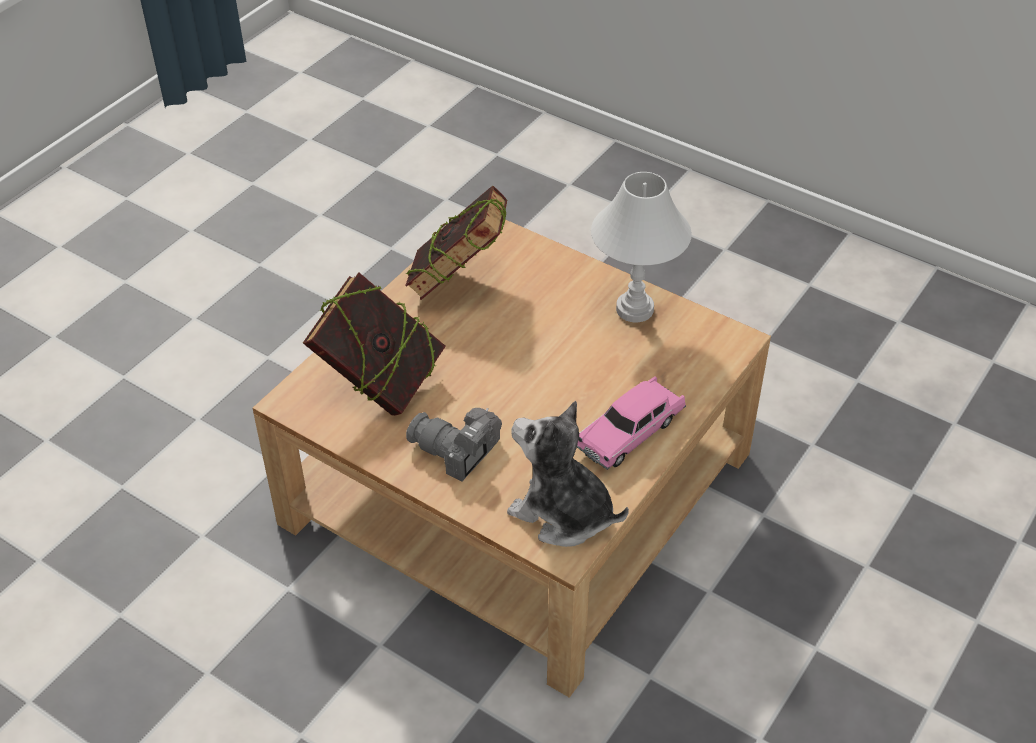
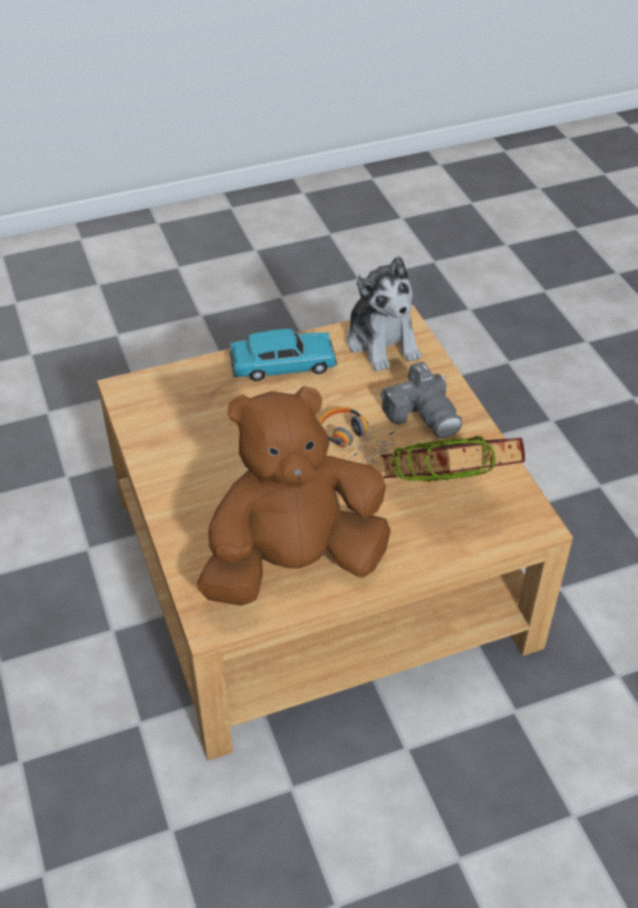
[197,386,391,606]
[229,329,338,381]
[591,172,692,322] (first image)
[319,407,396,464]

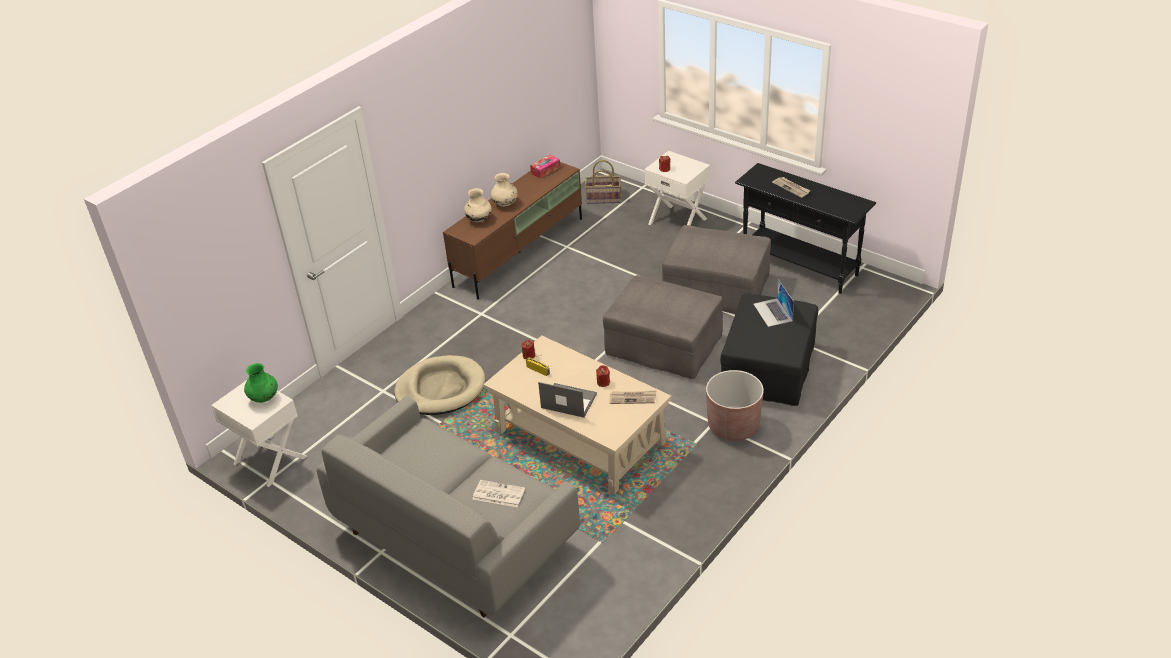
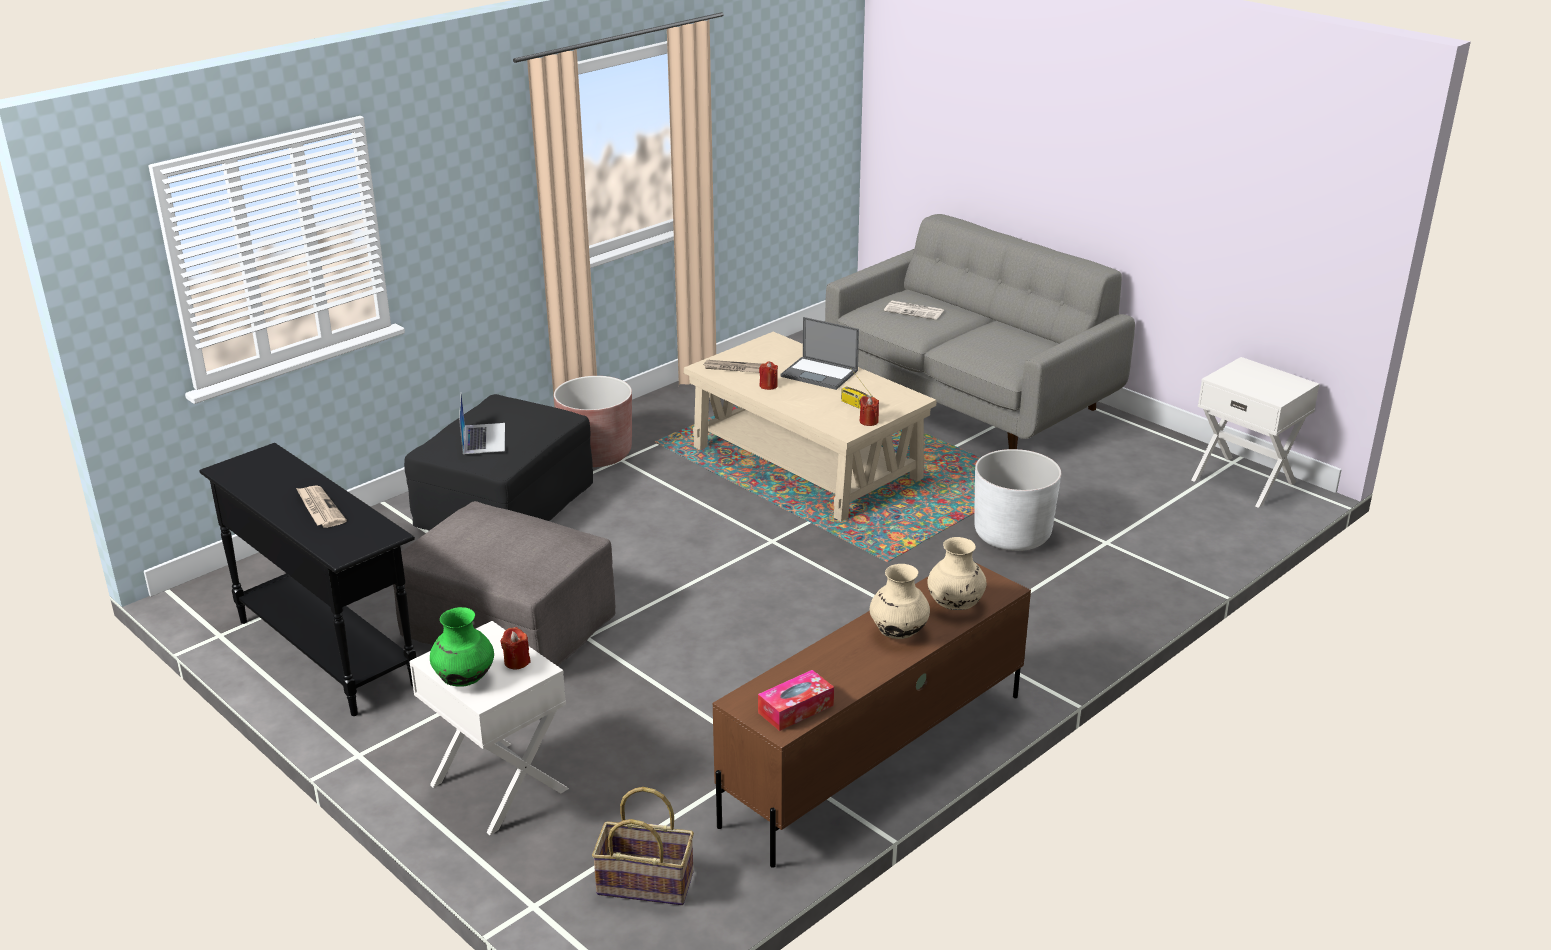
[430,607,494,687]
[974,449,1061,551]
[603,275,723,379] (first image)

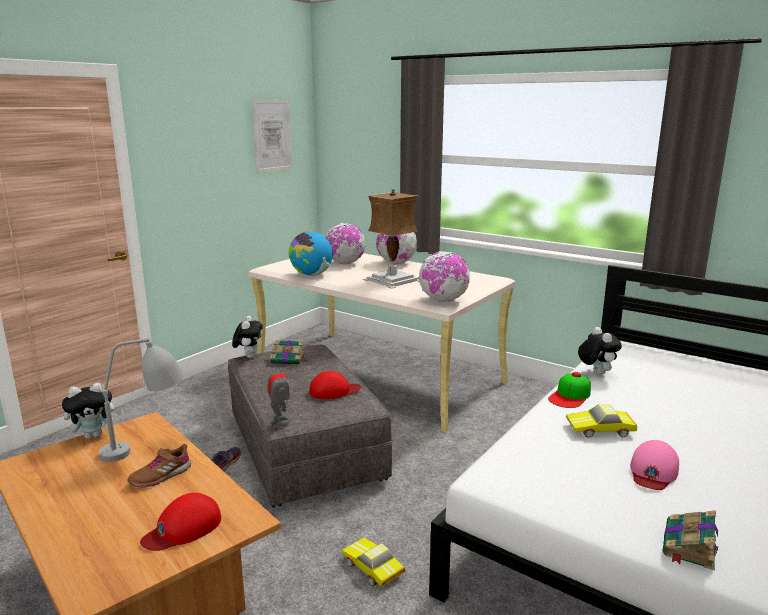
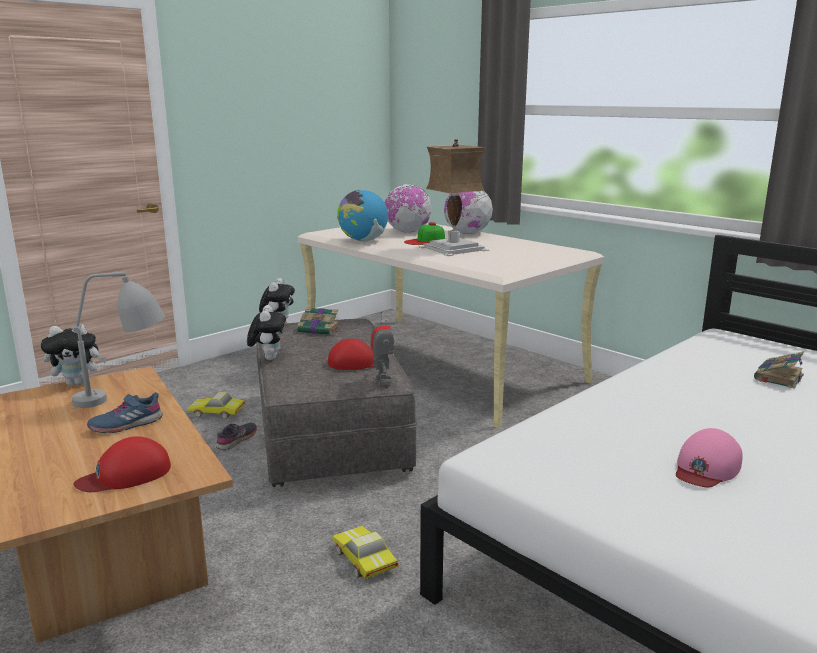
[87,392,163,433]
[251,99,292,173] (first image)
[370,312,395,386]
[419,251,470,302] (first image)
[404,222,445,245]
[187,392,245,419]
[247,305,286,360]
[754,351,804,389]

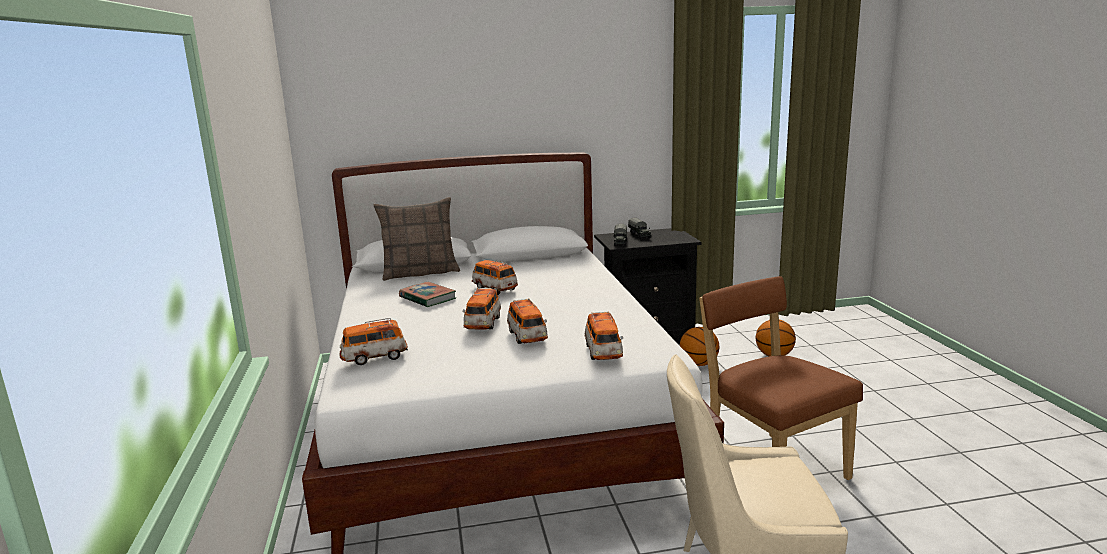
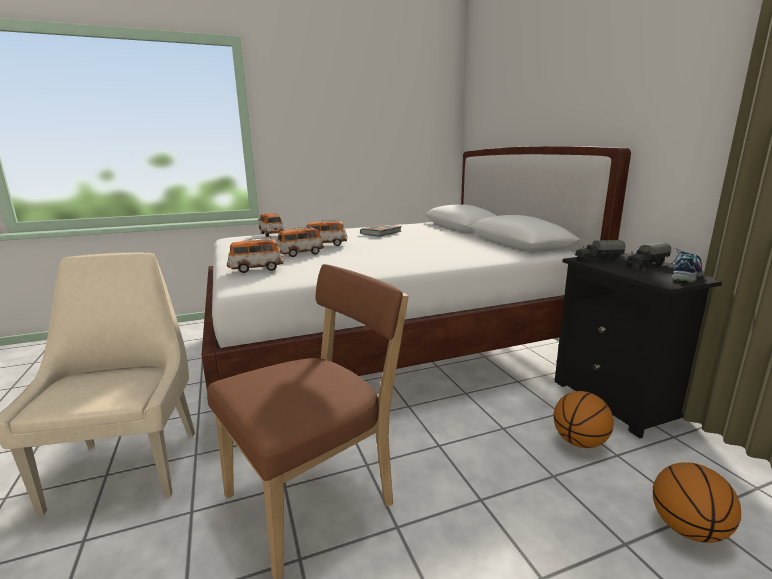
[374,197,460,281] (first image)
[472,260,518,295] (first image)
[671,248,703,283]

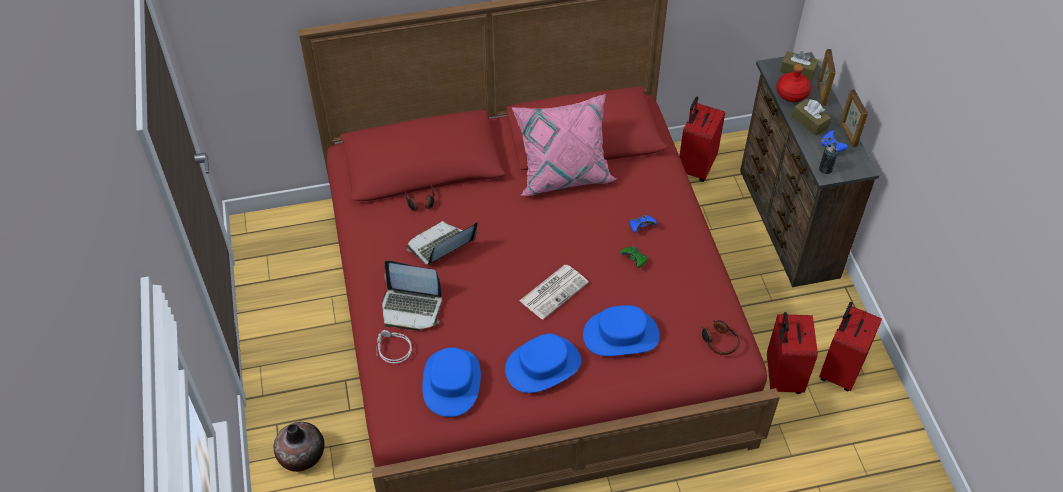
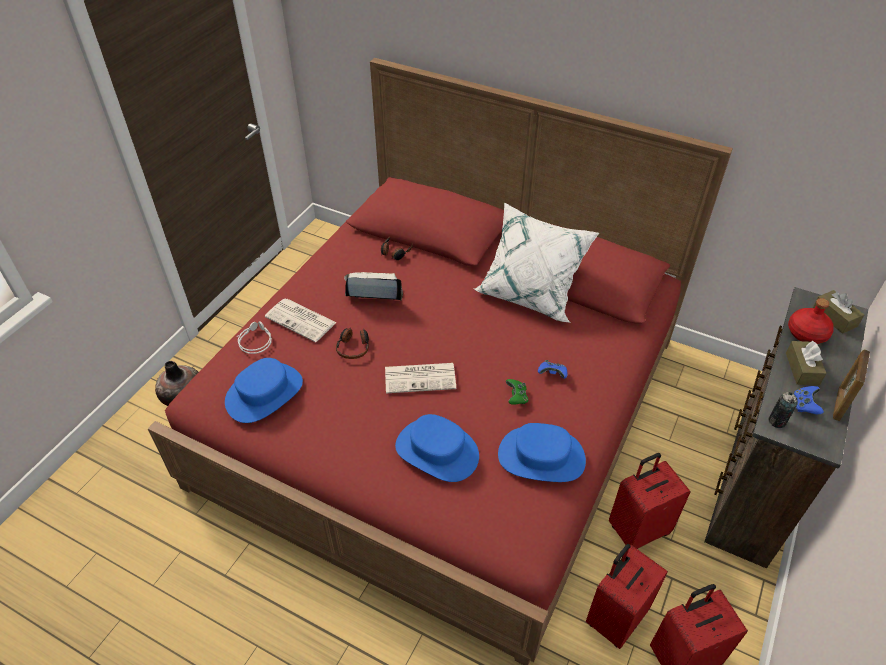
[265,299,337,342]
[498,423,586,482]
[473,202,599,323]
[609,453,691,549]
[336,328,369,359]
[817,49,836,106] (first image)

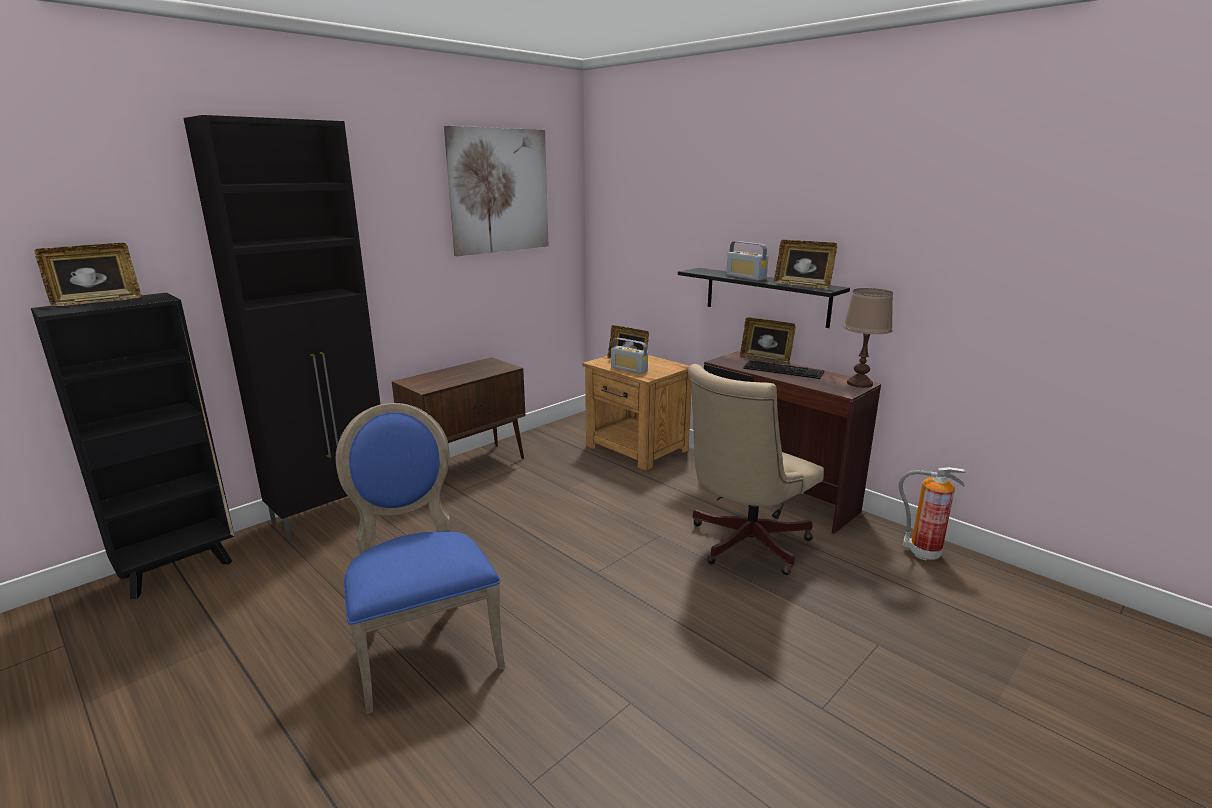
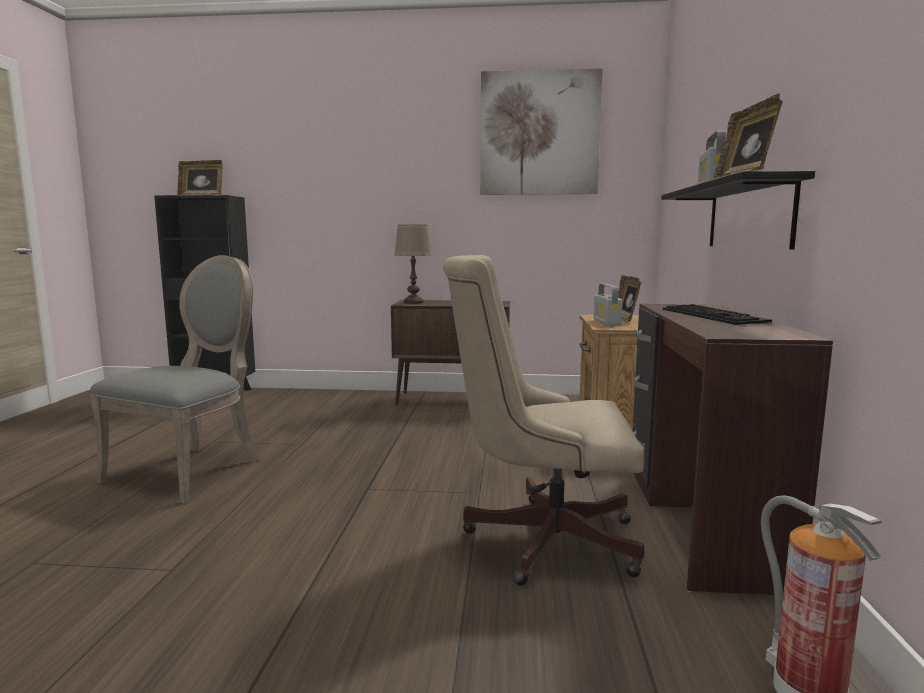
[183,115,381,539] (first image)
[90,255,260,504]
[740,317,796,364] (first image)
[394,224,432,303]

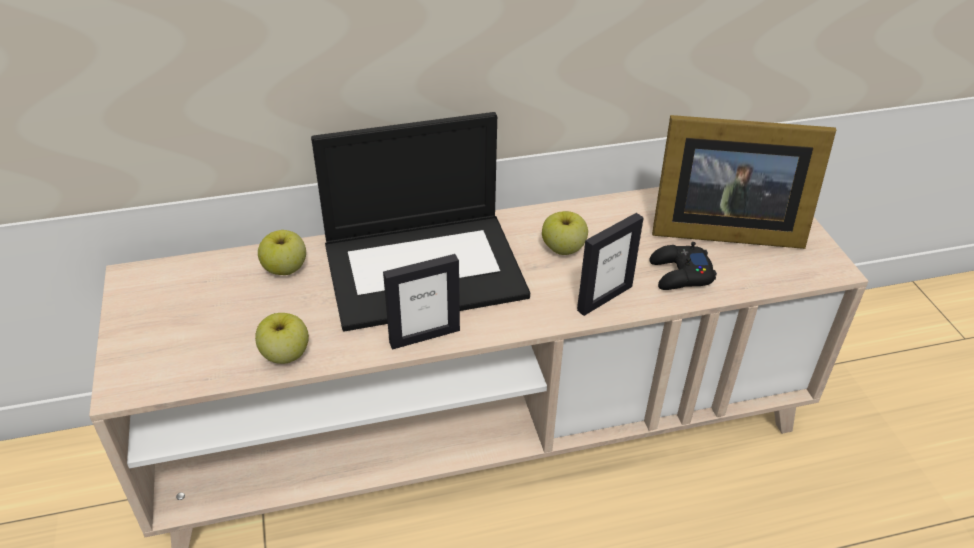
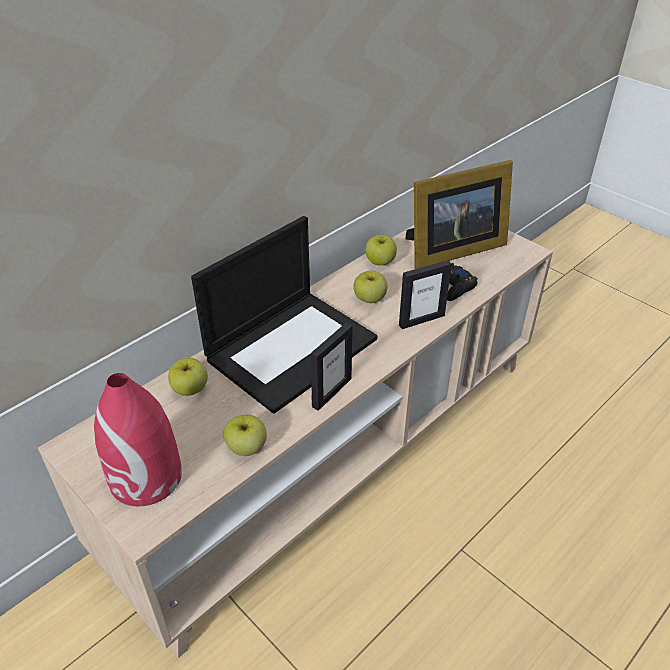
[399,260,452,329]
[94,373,182,506]
[365,235,397,266]

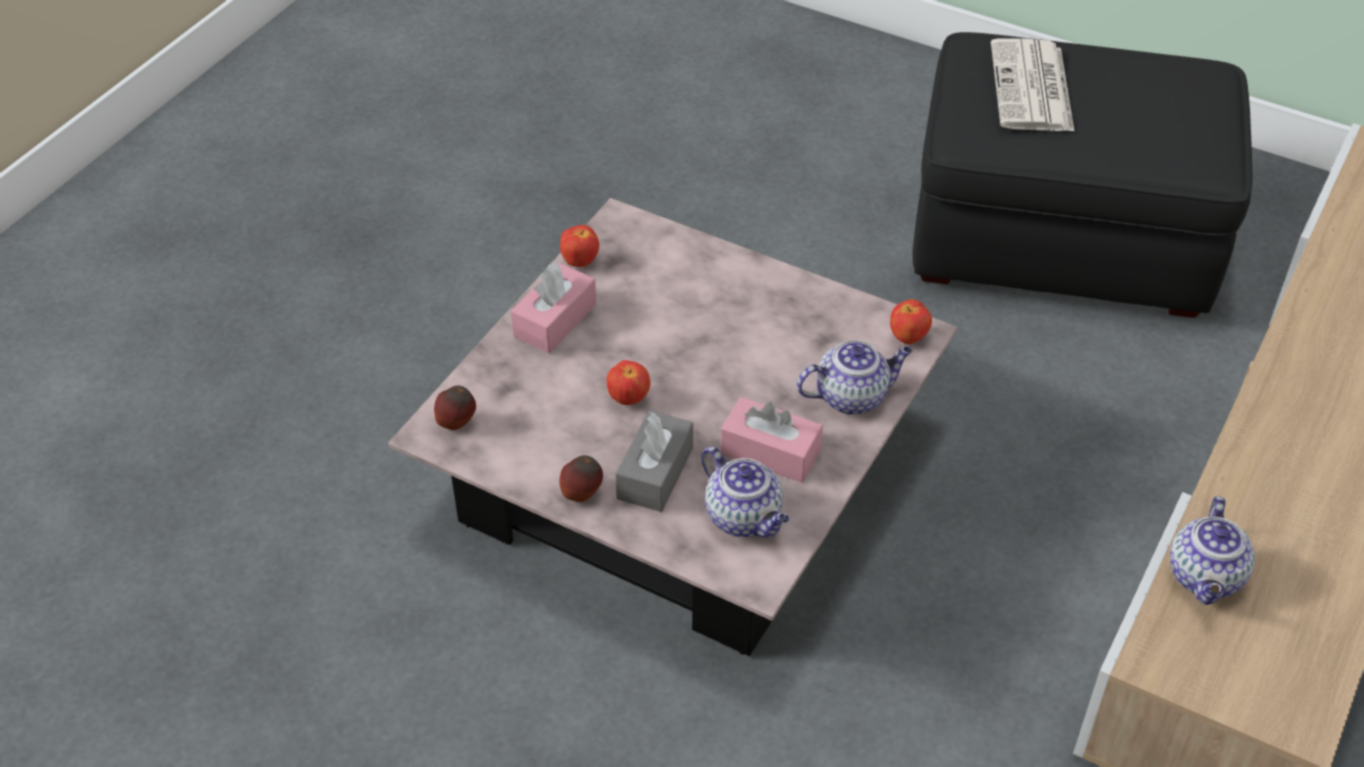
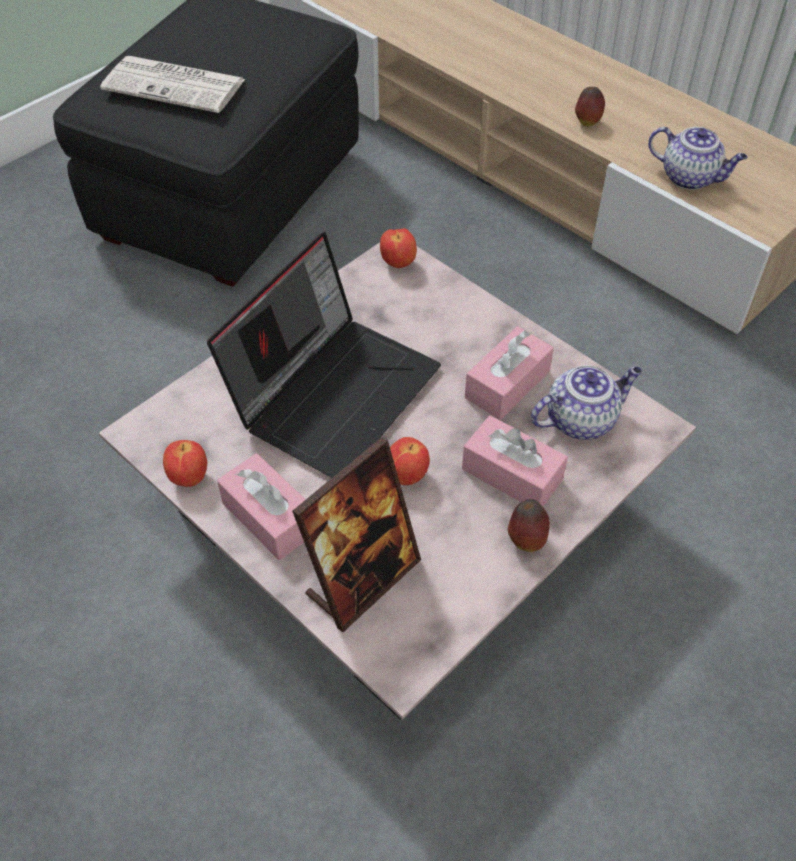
[575,87,605,126]
[462,415,568,506]
[796,340,913,415] (first image)
[207,232,441,478]
[292,437,421,632]

